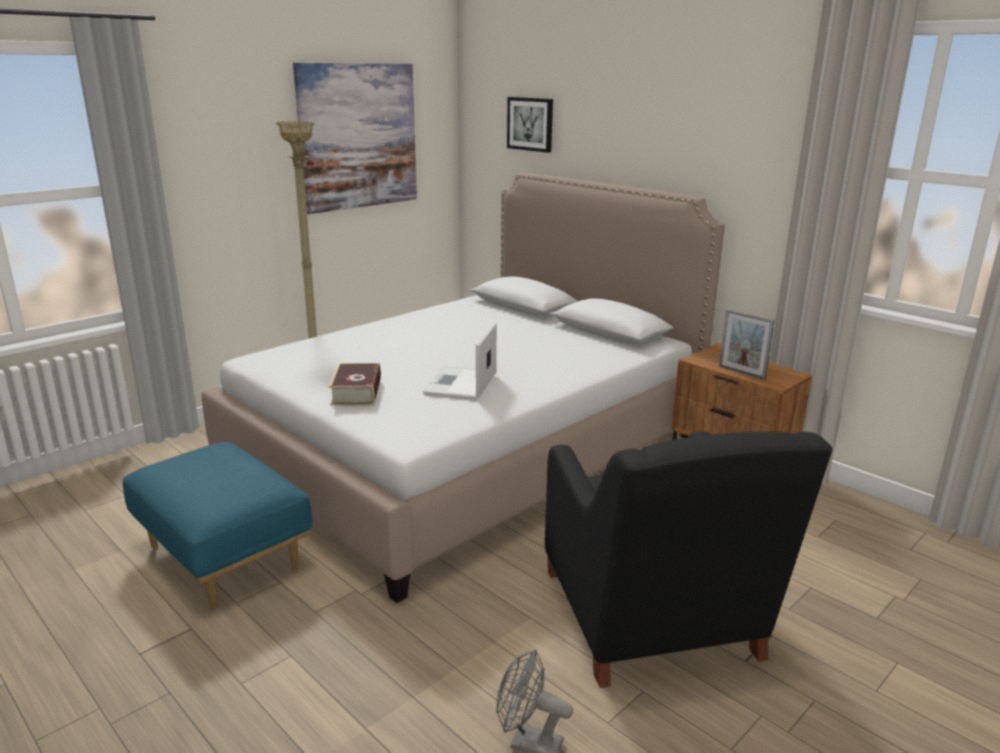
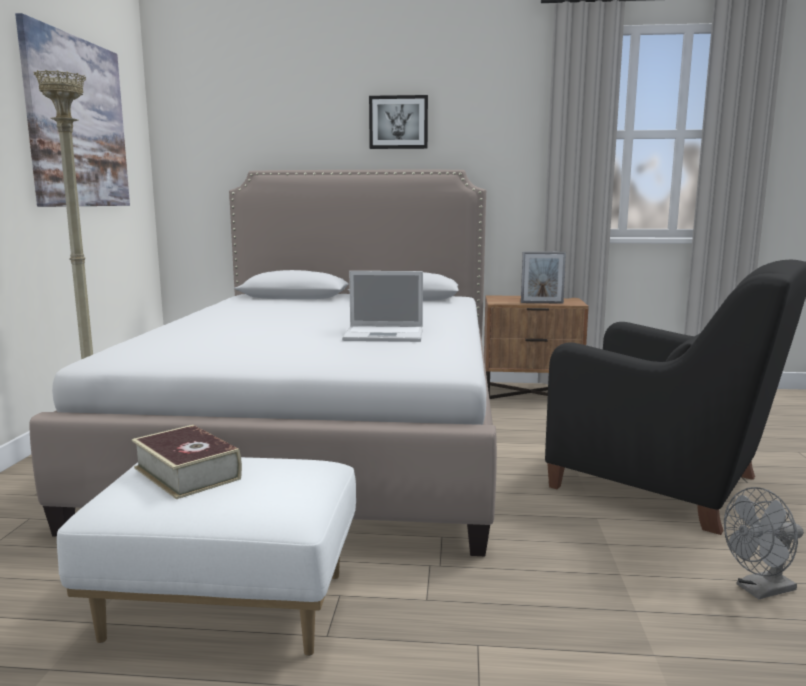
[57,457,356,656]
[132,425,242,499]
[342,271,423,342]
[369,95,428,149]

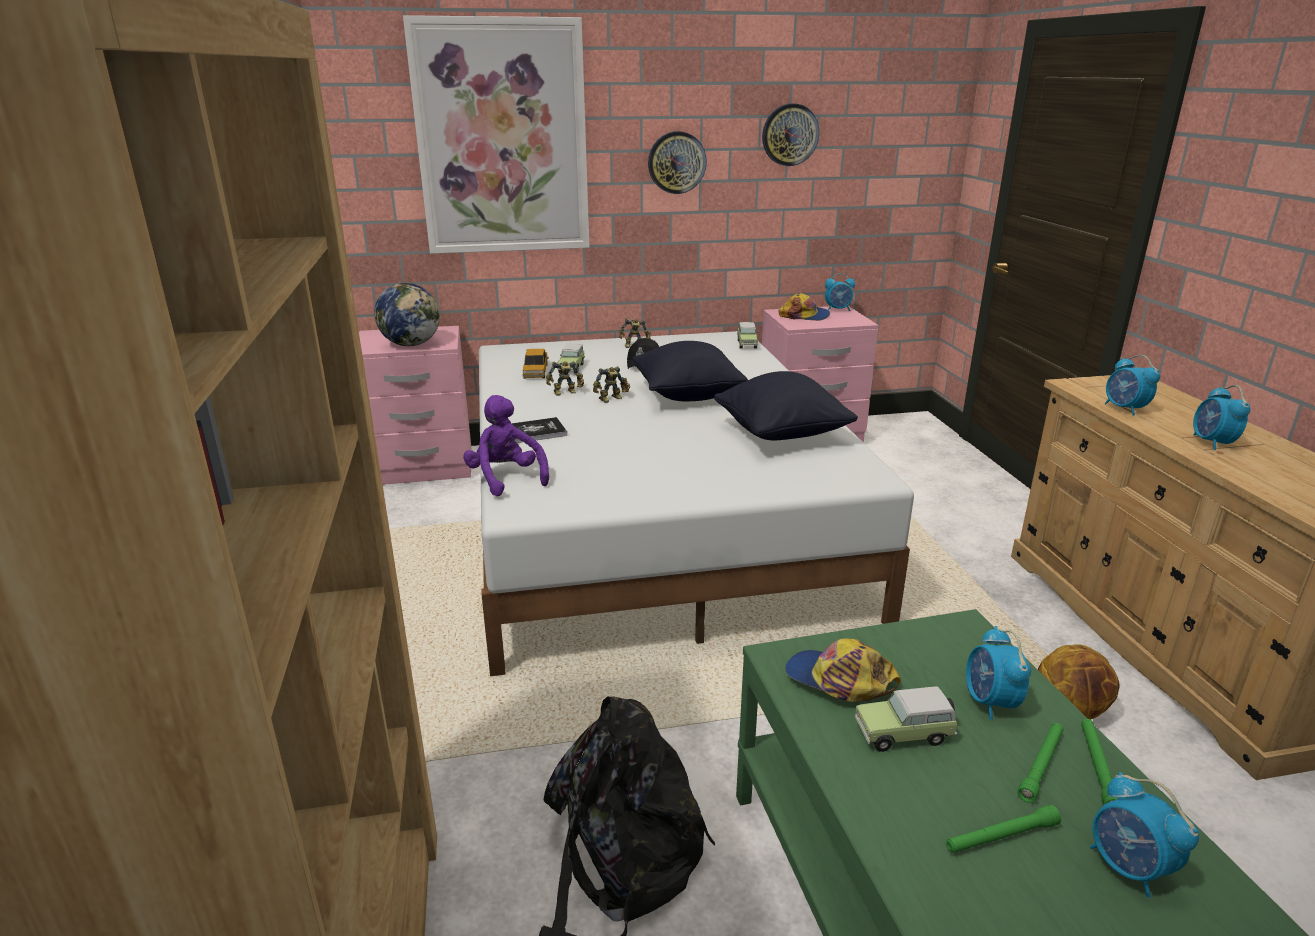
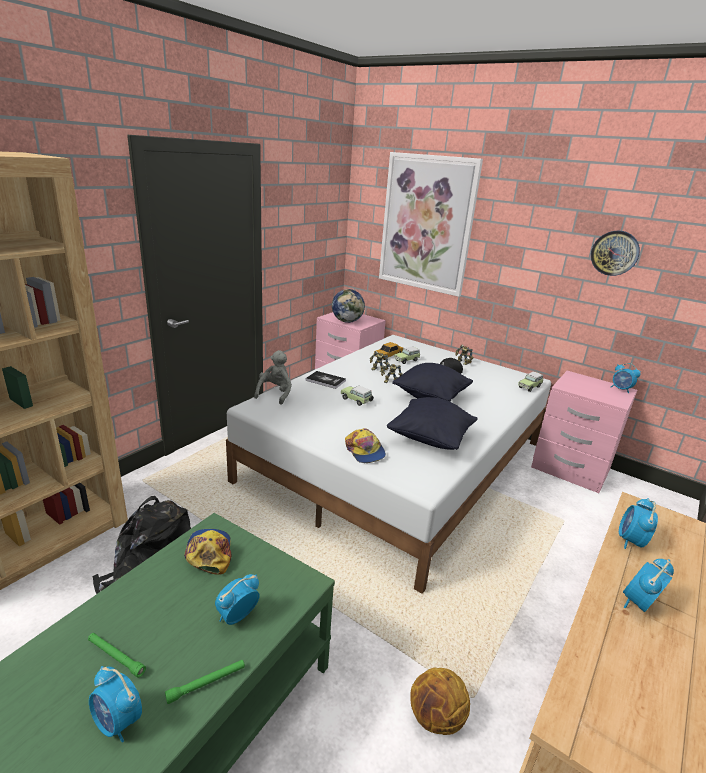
[254,350,292,404]
[648,131,707,194] (first image)
[345,428,386,463]
[341,386,374,406]
[1017,723,1064,803] (first image)
[89,666,142,743]

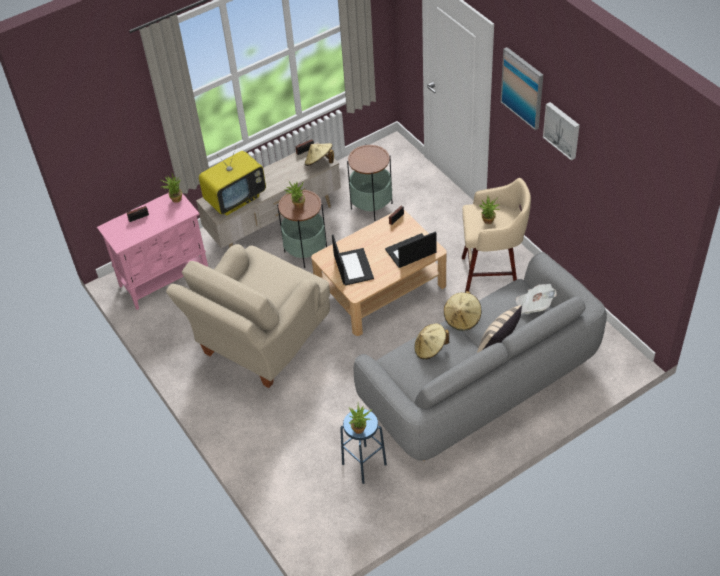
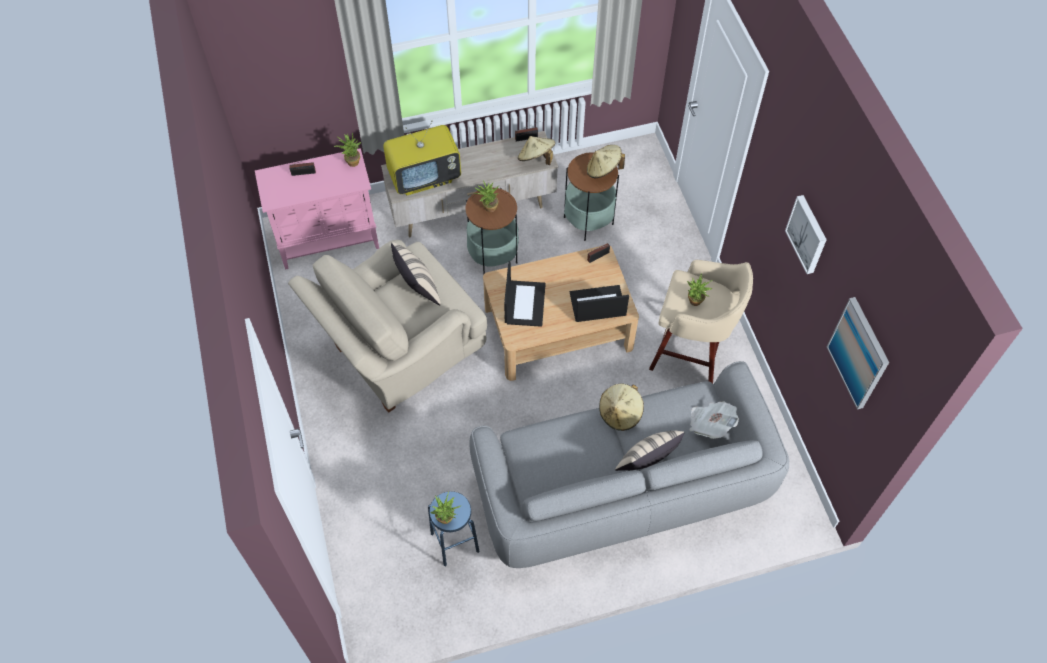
[587,145,625,178]
[827,297,889,409]
[391,242,441,306]

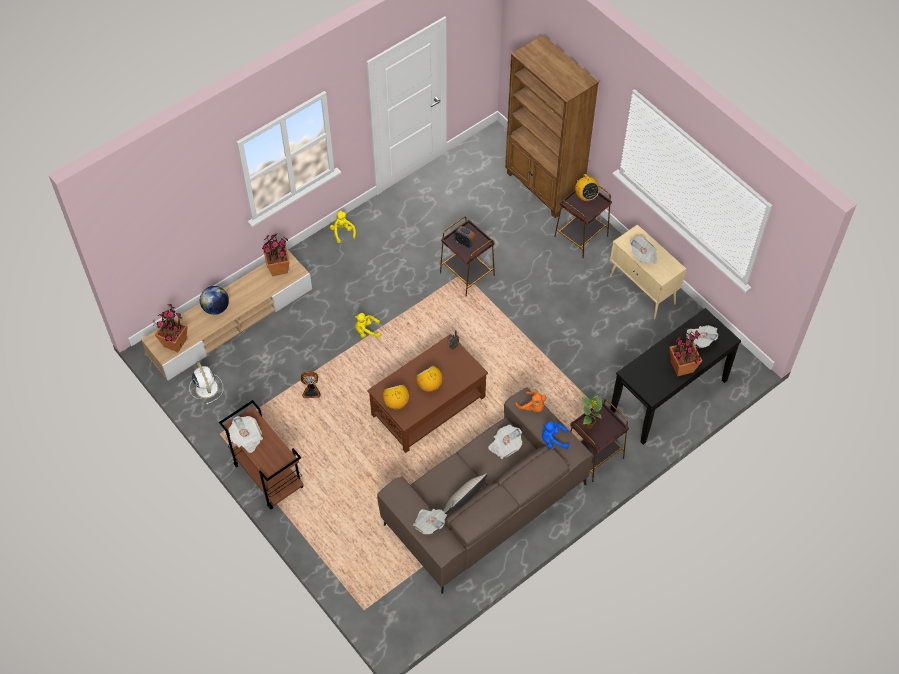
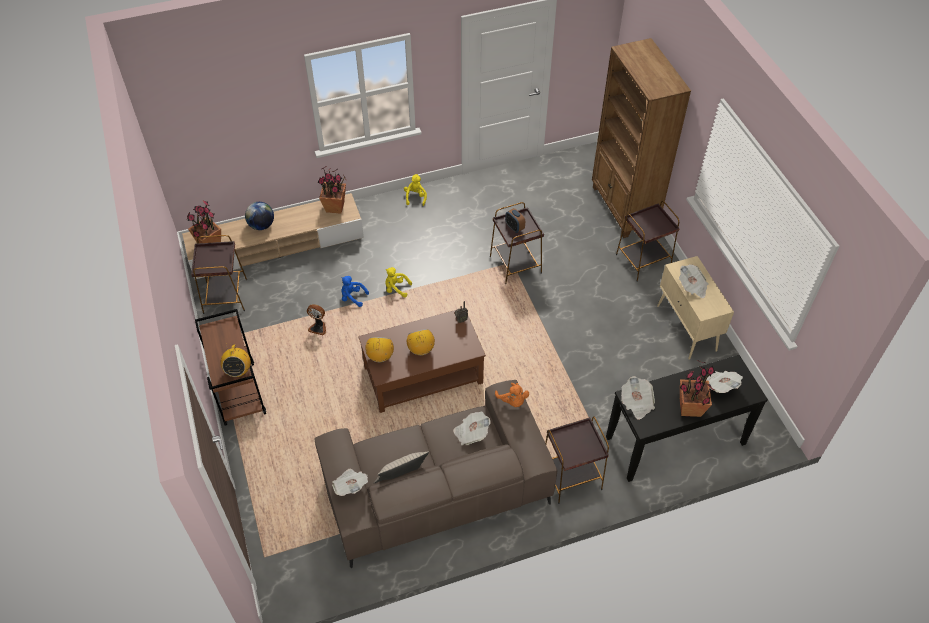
[191,235,247,314]
[621,376,655,420]
[341,276,369,307]
[220,343,251,377]
[582,395,602,429] (first image)

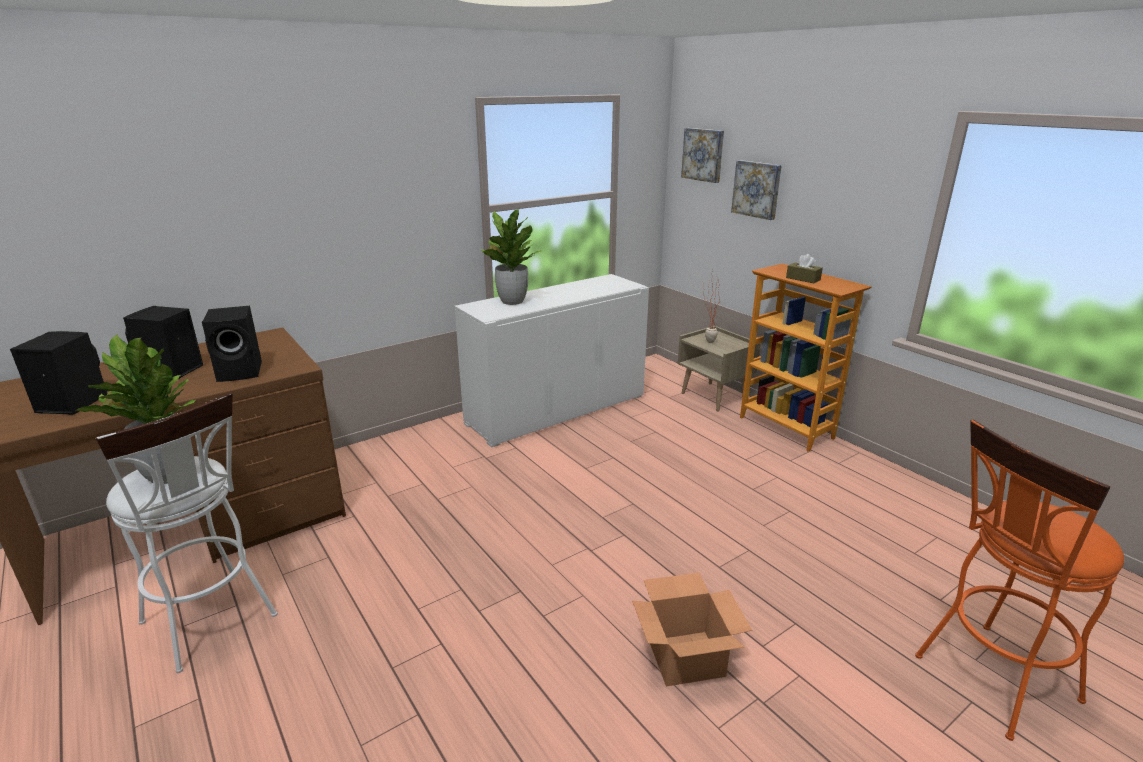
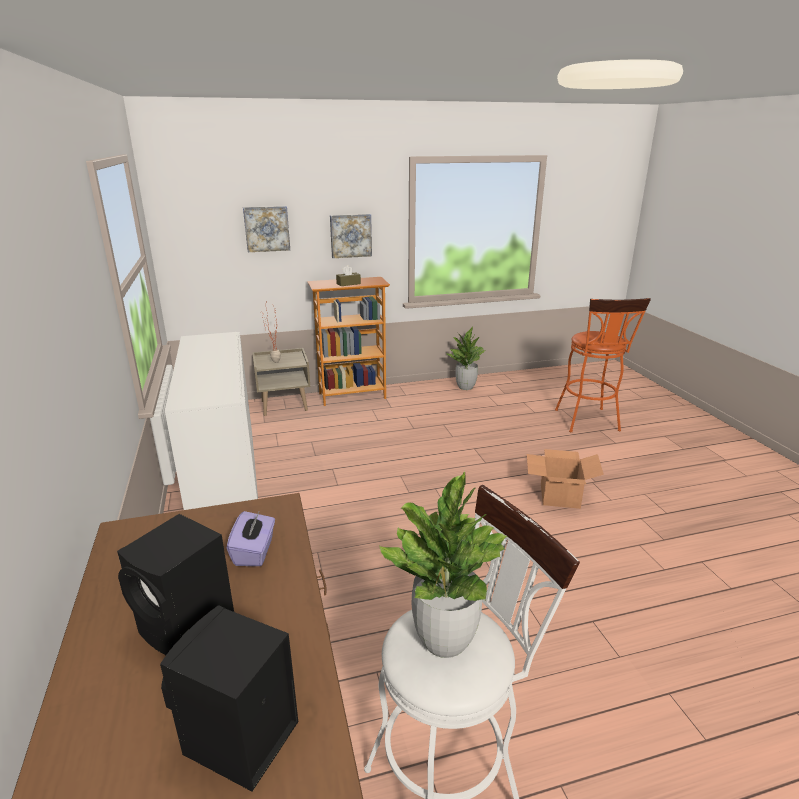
[227,510,275,566]
[446,326,485,390]
[330,214,372,258]

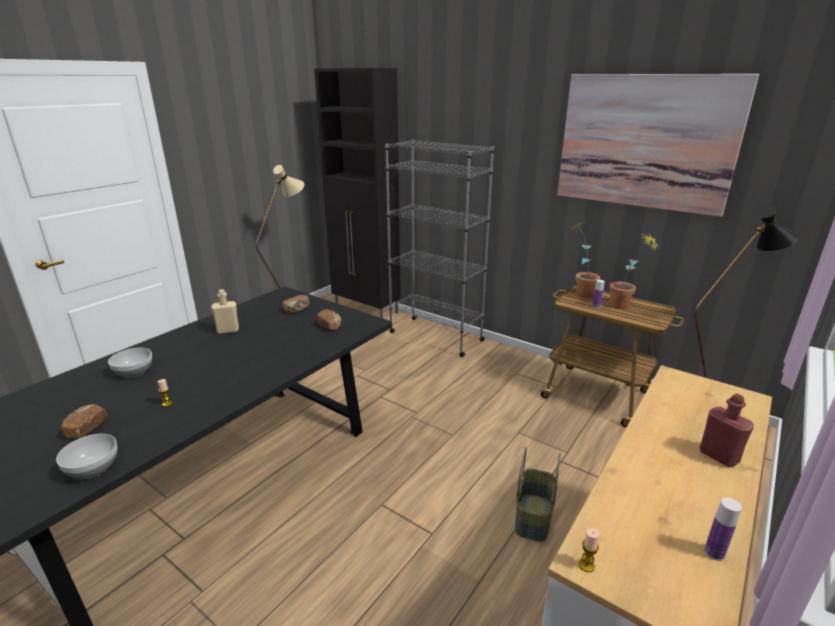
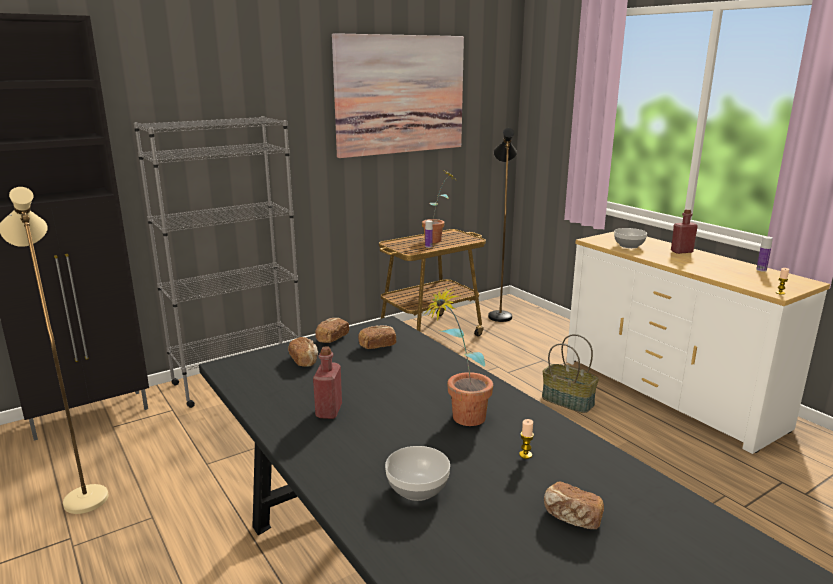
[614,228,647,248]
[313,346,342,419]
[423,285,493,426]
[315,318,349,343]

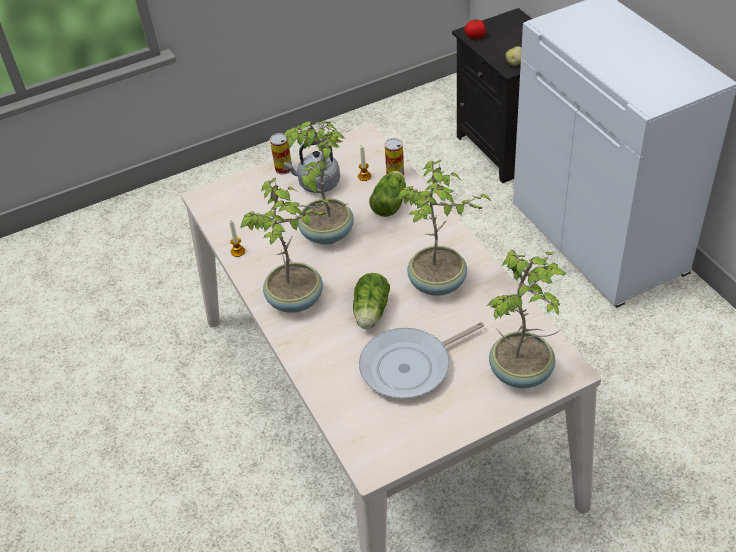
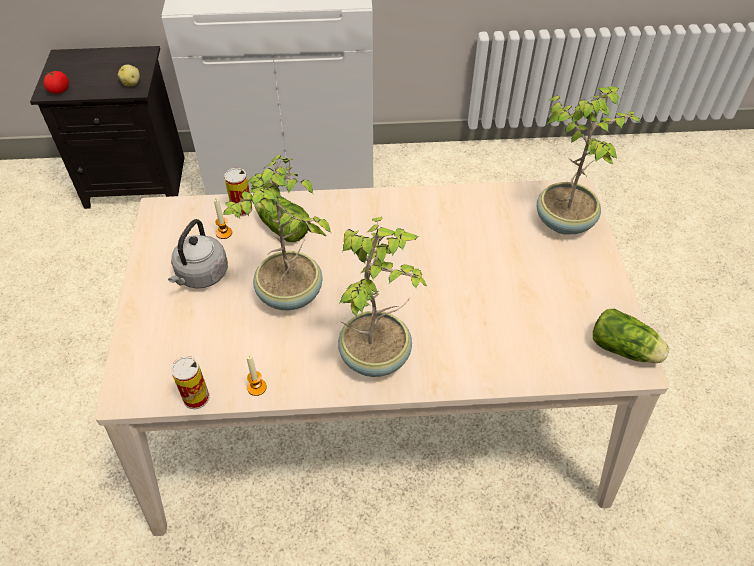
[171,356,209,409]
[593,309,669,363]
[359,322,484,399] (first image)
[396,160,491,296] (first image)

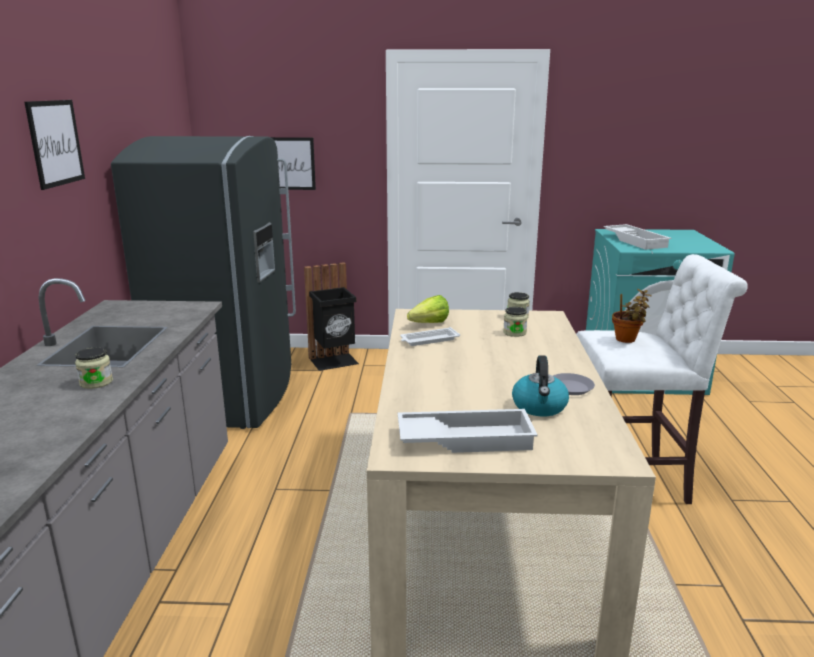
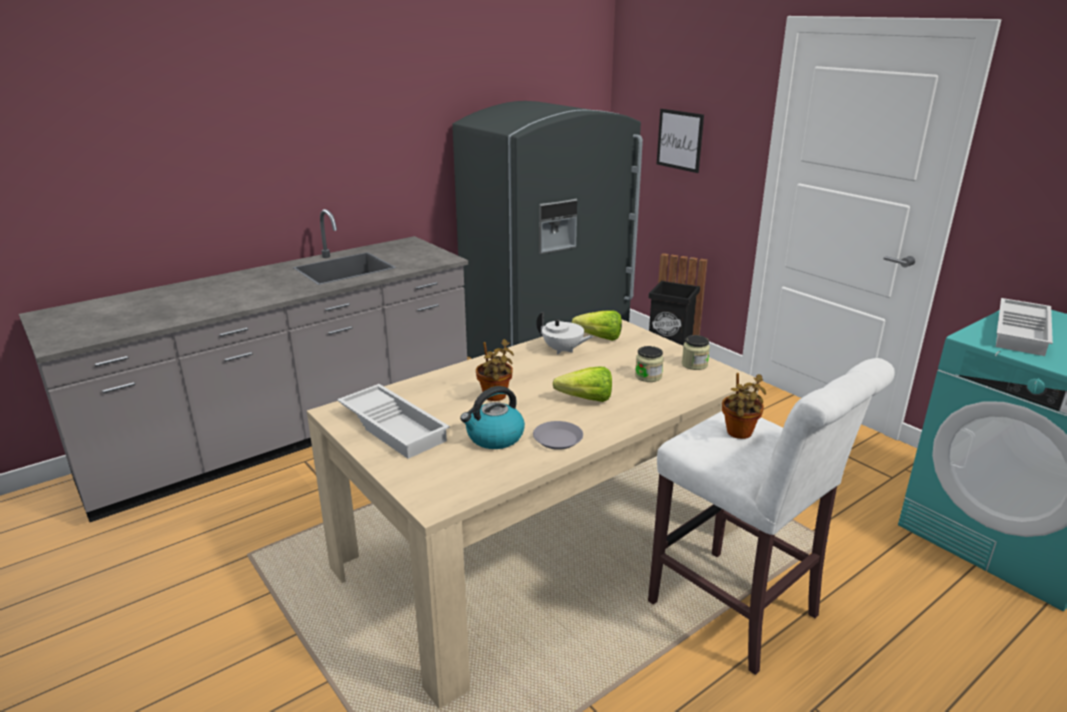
[24,100,85,190] (first image)
[75,347,113,389] (first image)
[536,312,593,354]
[476,339,514,401]
[553,366,612,402]

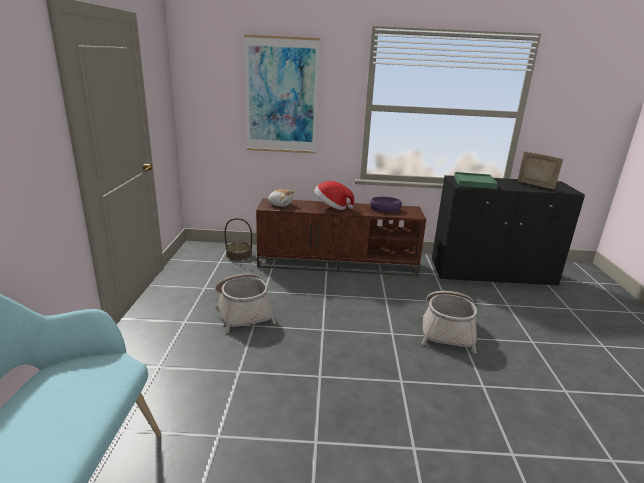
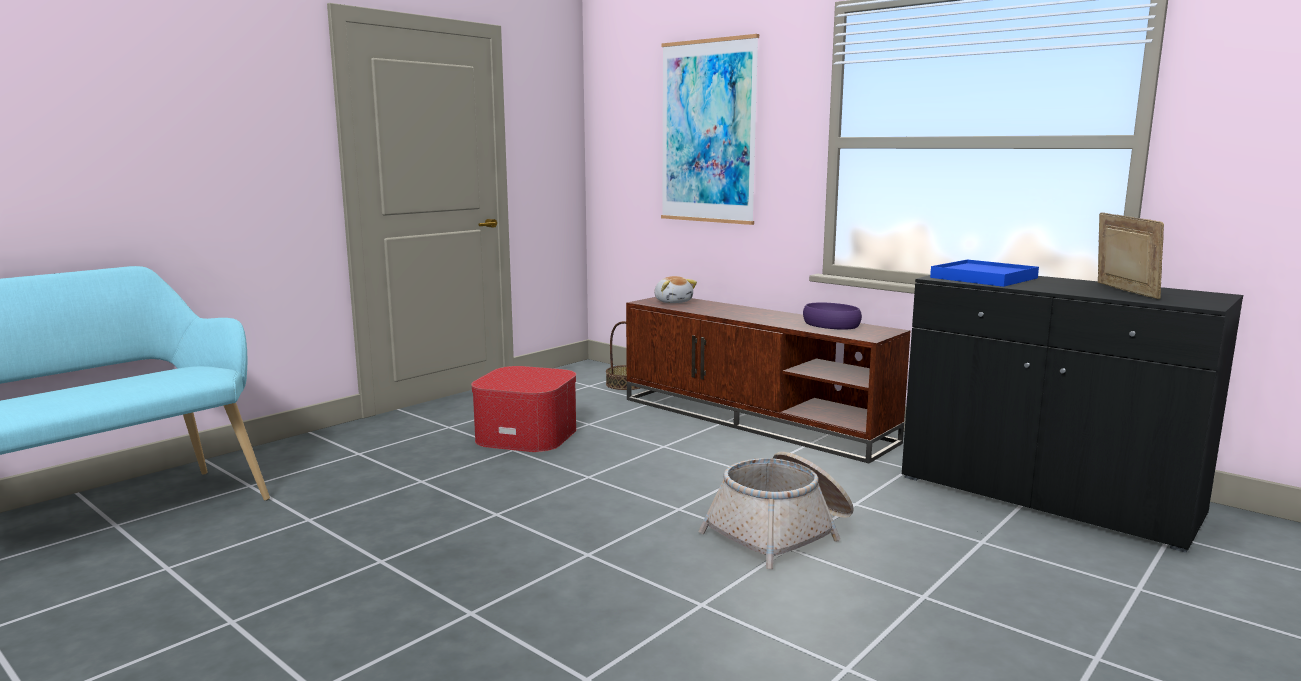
[471,366,577,452]
[314,181,354,210] (first image)
[930,259,1039,287]

